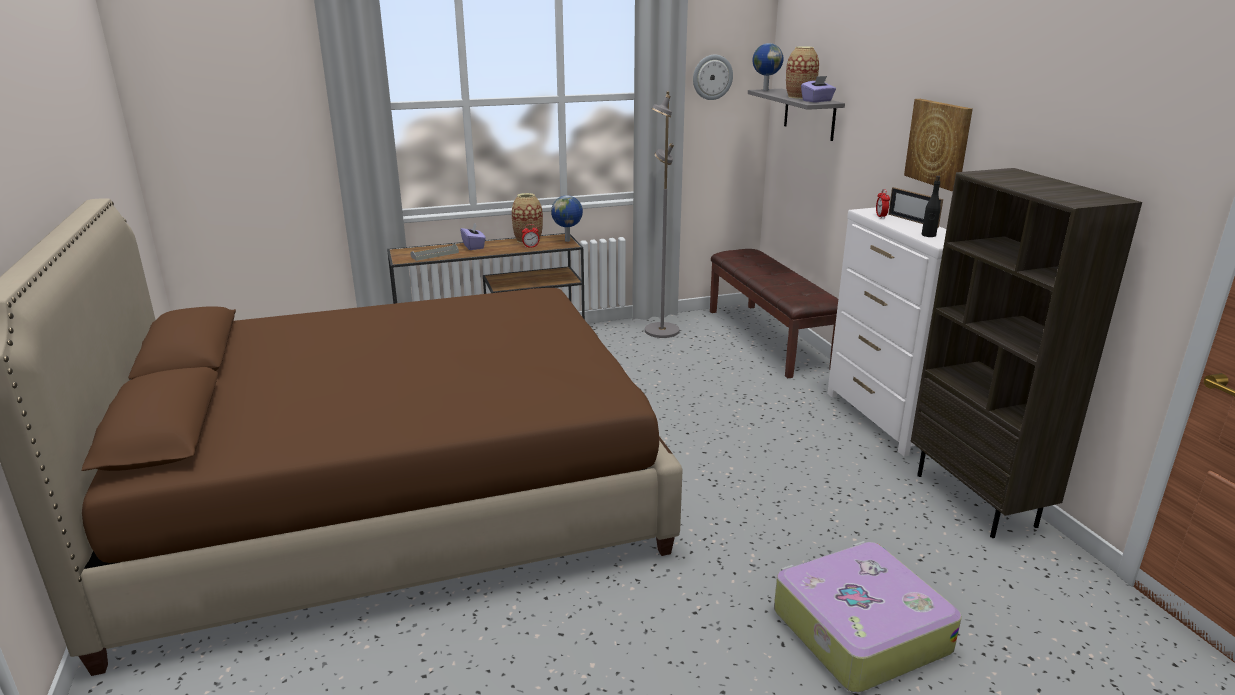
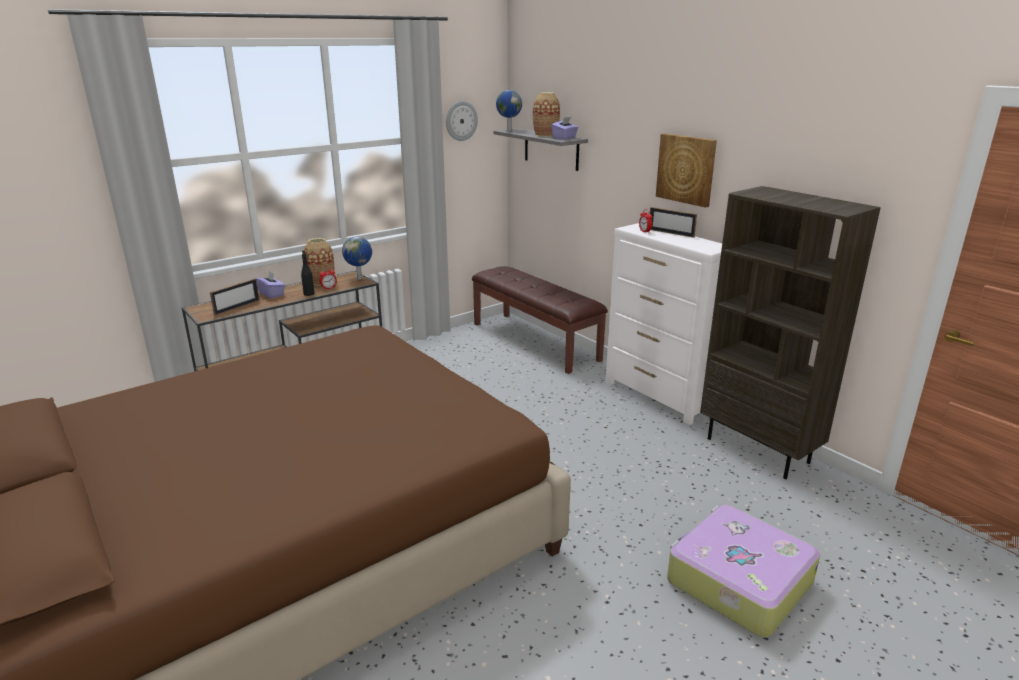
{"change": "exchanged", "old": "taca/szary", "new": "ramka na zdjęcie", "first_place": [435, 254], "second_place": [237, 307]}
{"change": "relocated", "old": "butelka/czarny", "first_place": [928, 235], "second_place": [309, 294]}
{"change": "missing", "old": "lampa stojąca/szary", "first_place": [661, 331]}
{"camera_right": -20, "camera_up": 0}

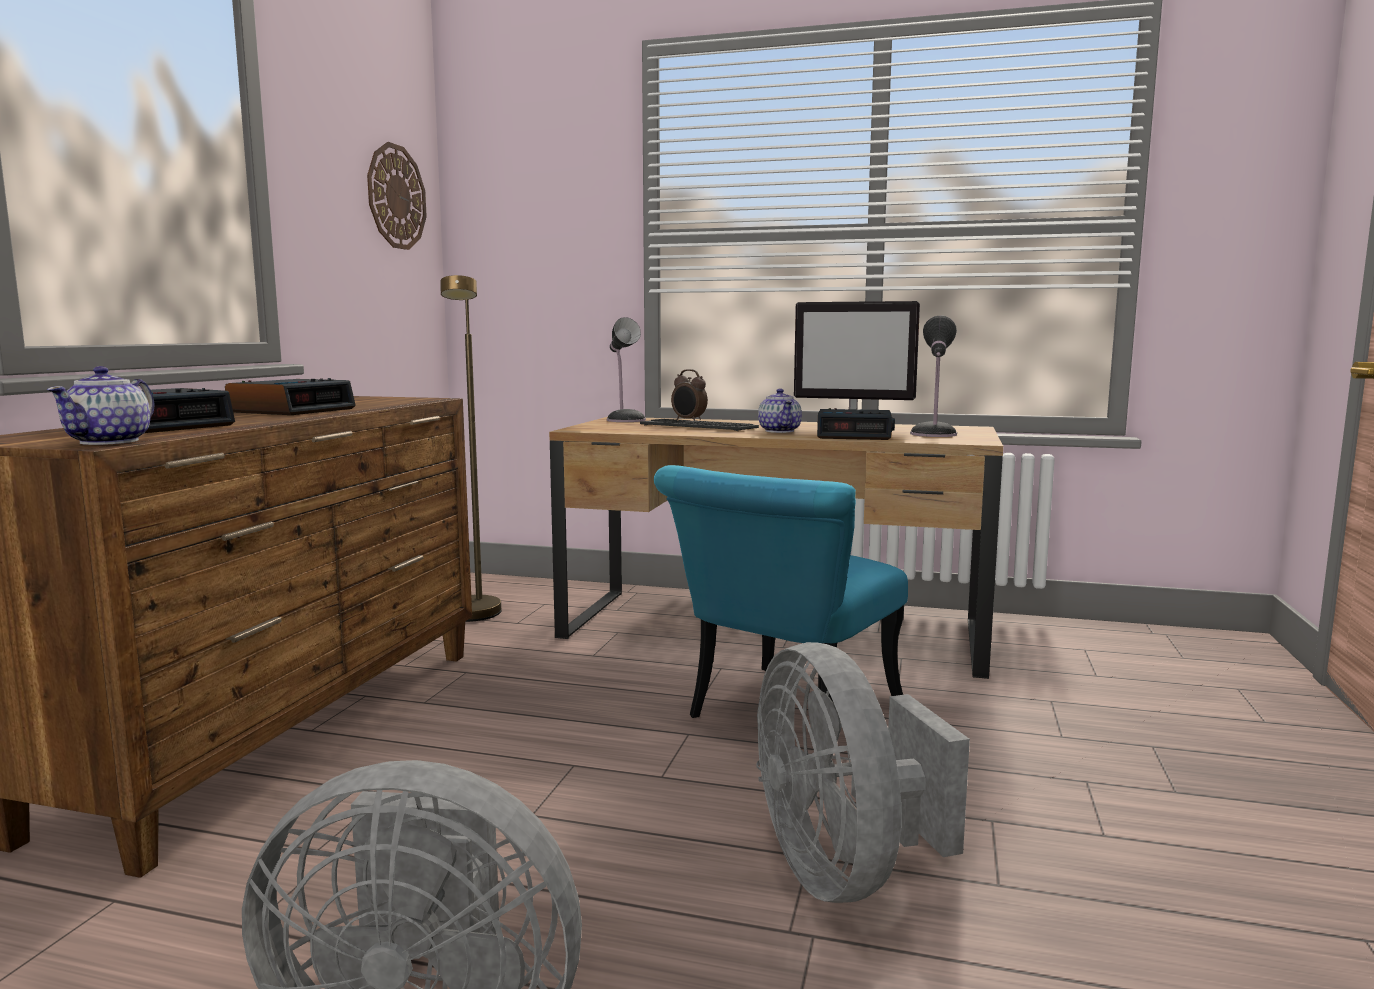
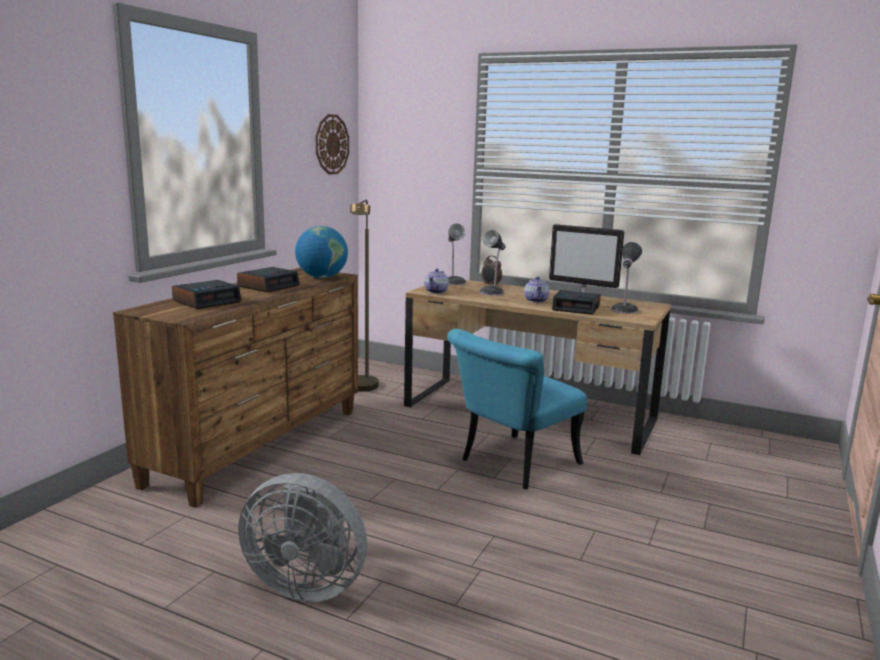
{"change": "appeared", "new": "globus", "second_place": [321, 277]}
{"change": "relocated", "old": "imbryk", "first_place": [110, 441], "second_place": [436, 292]}
{"change": "exchanged", "old": "klawiatura", "new": "lampa stołowa", "first_place": [699, 426], "second_place": [492, 292]}
{"change": "missing", "old": "wentylator/szary", "first_place": [843, 871]}
{"camera_right": 10, "camera_up": 5}

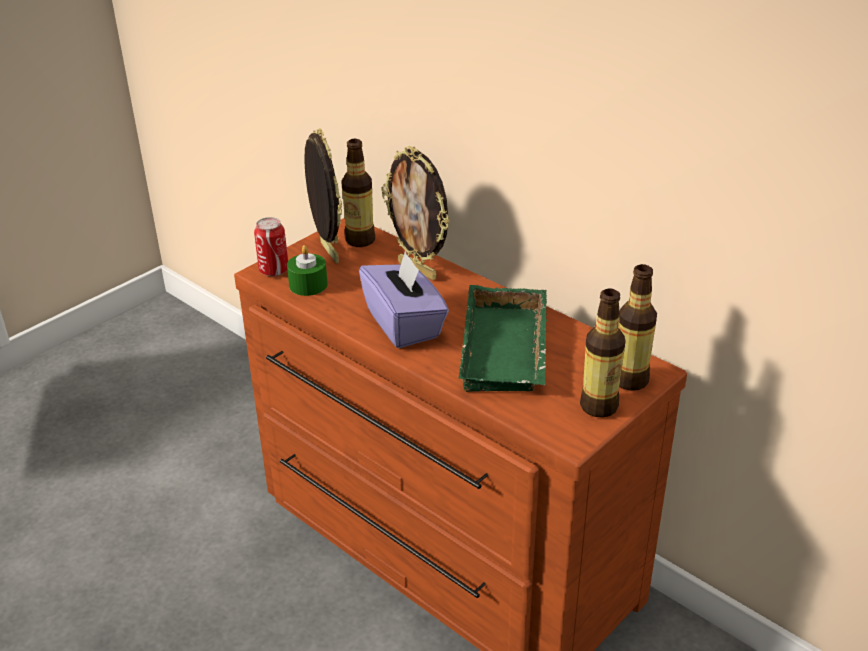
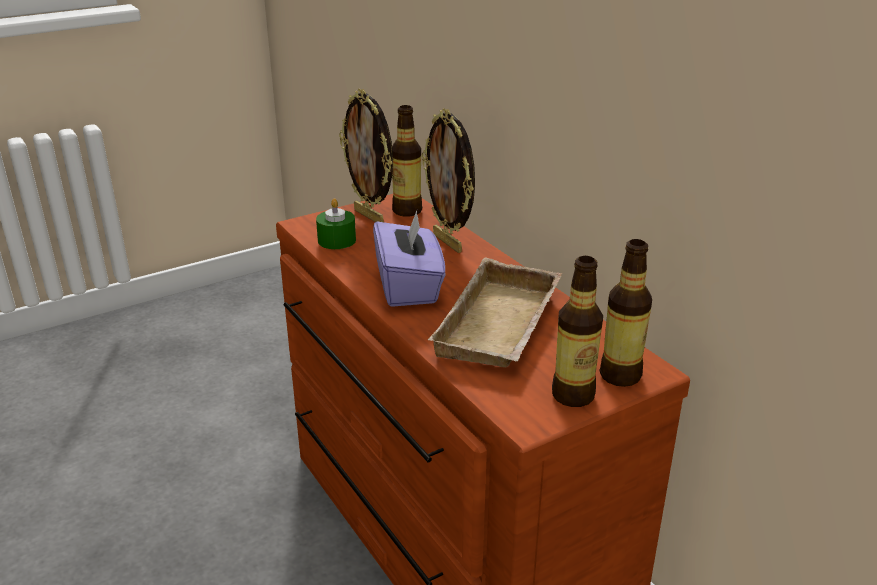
{"change": "spun", "old": "ramka na zdjęcie", "first_place": [327, 252], "second_place": [370, 216], "degrees": 150}
{"change": "colour", "old": "taca/zielony", "new": "taca/beżowy", "first_place": [508, 350], "second_place": [502, 326]}
{"change": "missing", "old": "puszka", "first_place": [274, 270]}
{"camera_right": 15, "camera_up": -5}

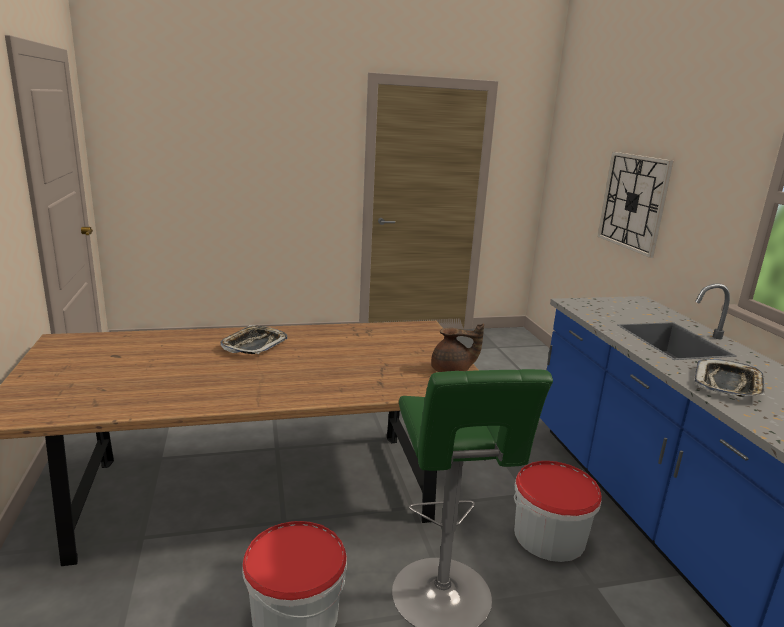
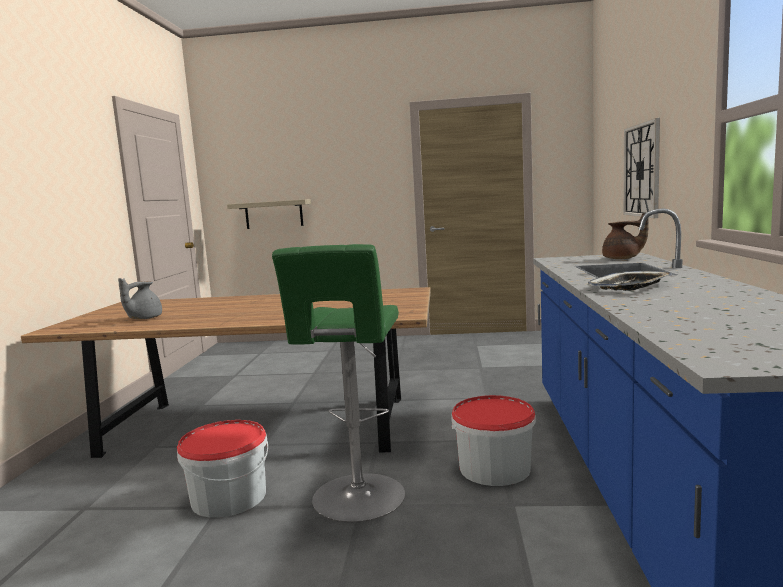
{"change": "appeared", "new": "imbryk/szary", "second_place": [143, 318]}
{"change": "appeared", "new": "półka", "second_place": [274, 214]}
{"change": "relocated", "old": "imbryk/brązowy", "first_place": [452, 371], "second_place": [622, 259]}
{"change": "missing", "old": "taca", "first_place": [254, 345]}
{"camera_right": 20, "camera_up": -10}

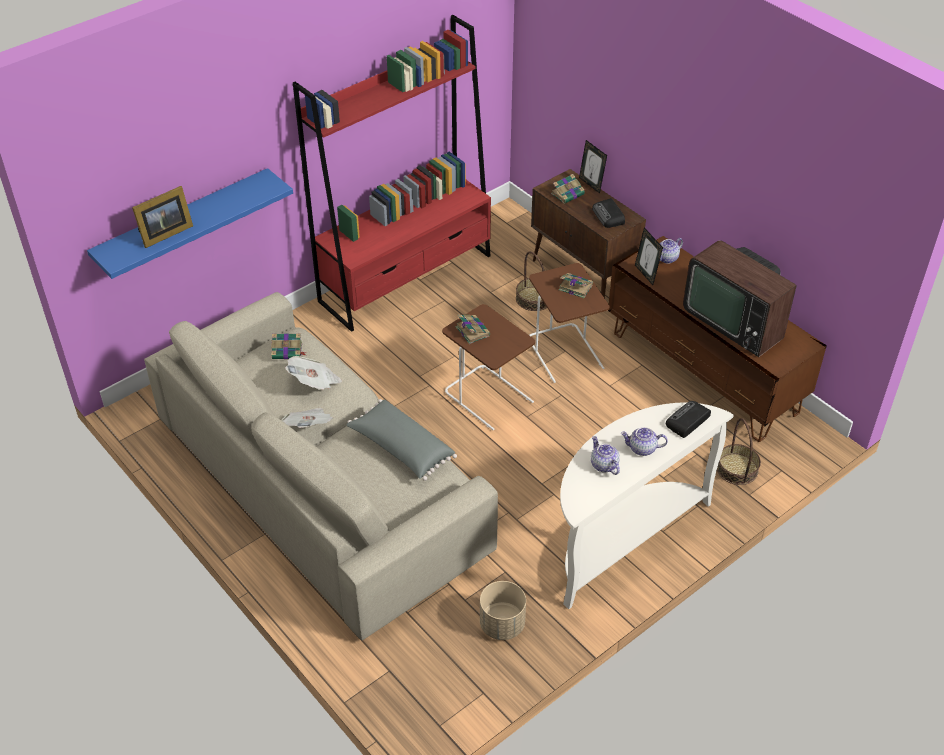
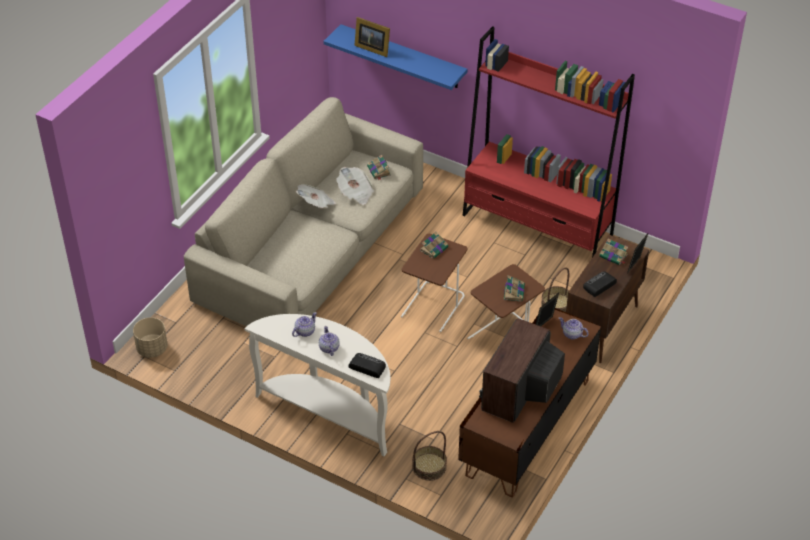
{"change": "relocated", "old": "donica/beżowy", "first_place": [501, 625], "second_place": [152, 348]}
{"change": "missing", "old": "poduszka/szary", "first_place": [401, 448]}
{"camera_right": 70, "camera_up": 0}

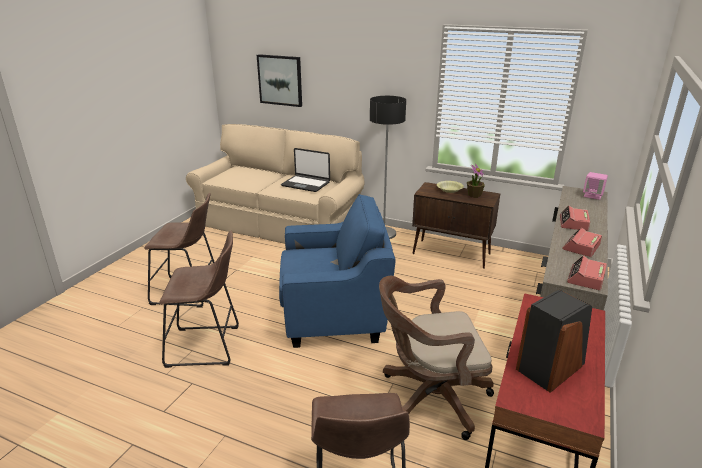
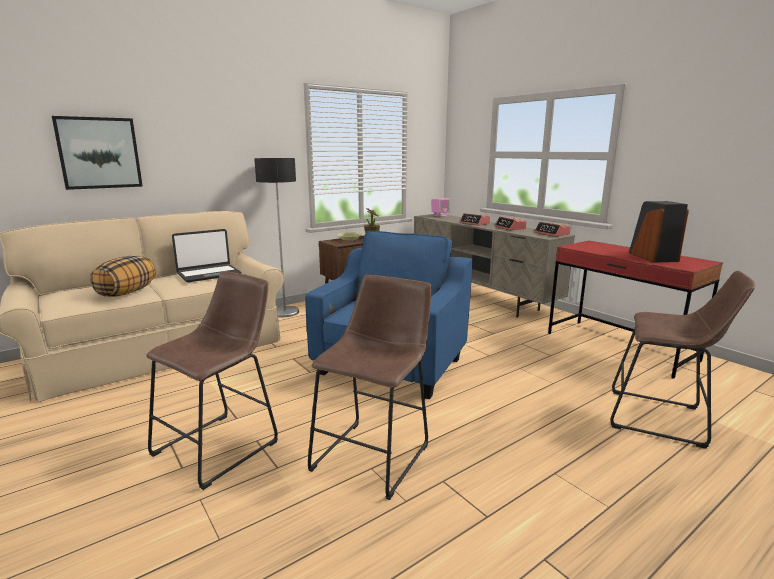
{"change": "appeared", "new": "poduszka", "second_place": [127, 292]}
{"change": "missing", "old": "krzesło biurowe/brązowy", "first_place": [429, 398]}
{"camera_right": -60, "camera_up": -10}

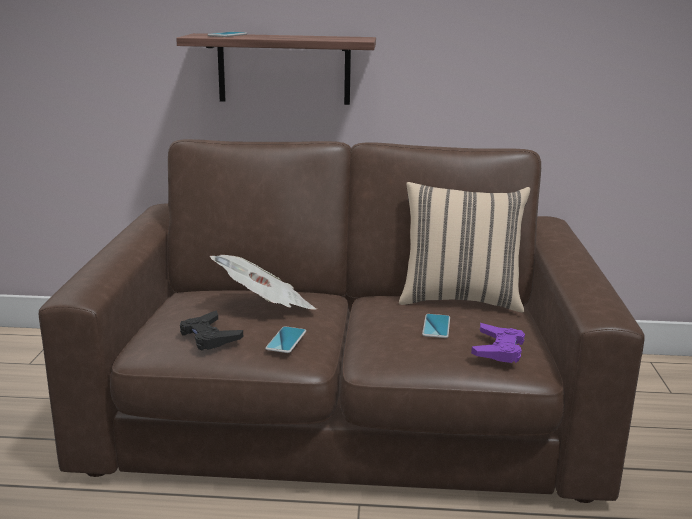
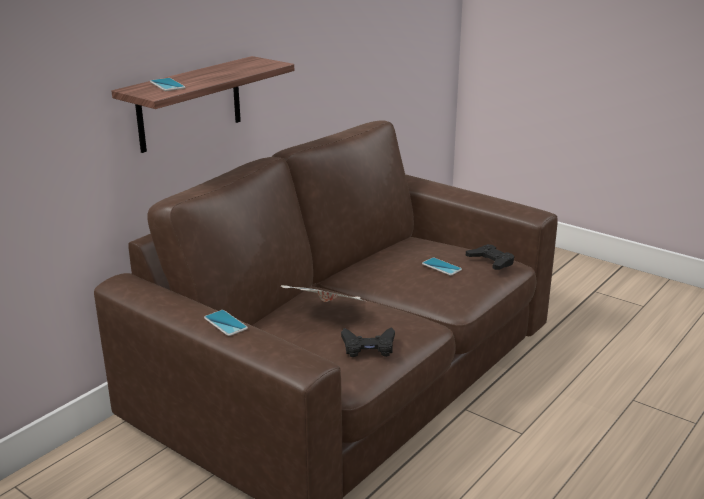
{"change": "relocated", "old": "telefon", "first_place": [286, 340], "second_place": [225, 323]}
{"change": "colour", "old": "pad do gier/fioletowy", "new": "pad do gier/czarny", "first_place": [498, 349], "second_place": [491, 261]}
{"change": "missing", "old": "poduszka/beżowy", "first_place": [460, 299]}
{"camera_right": -55, "camera_up": 5}

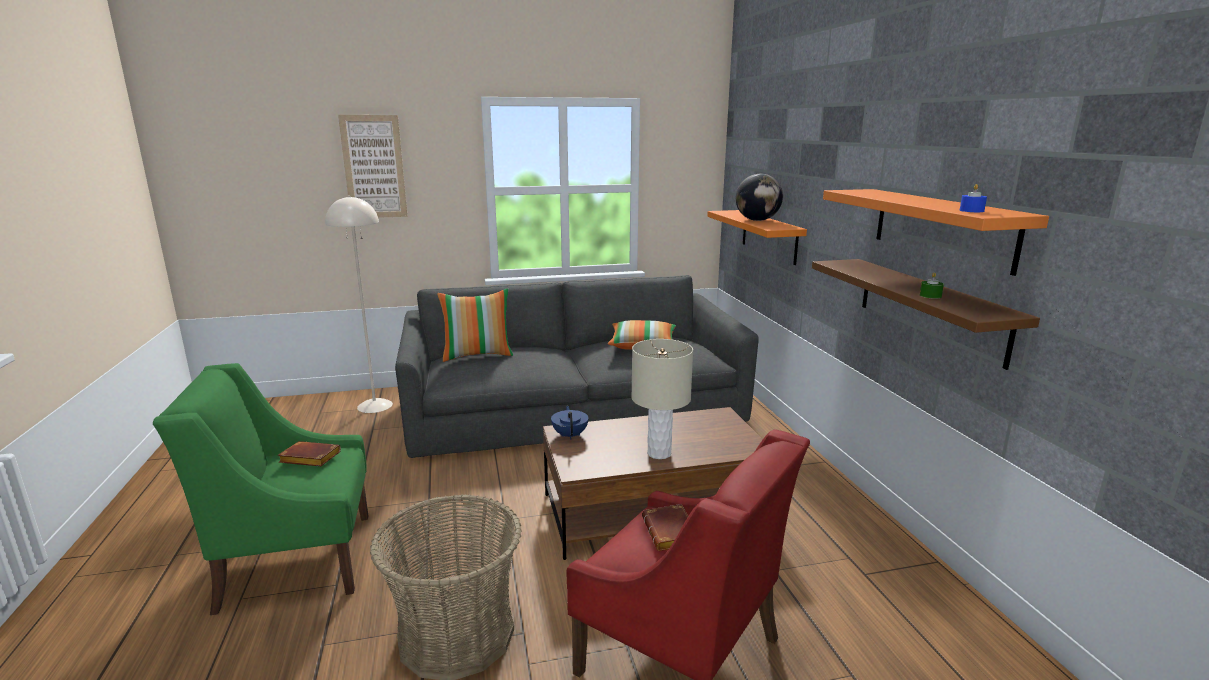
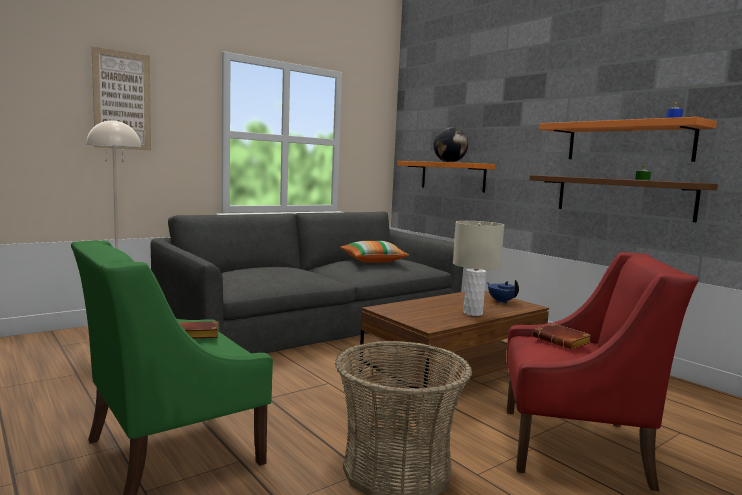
{"change": "relocated", "old": "imbryk/niebieski", "first_place": [570, 435], "second_place": [501, 301]}
{"change": "missing", "old": "poduszka", "first_place": [478, 355]}
{"camera_right": -25, "camera_up": -10}

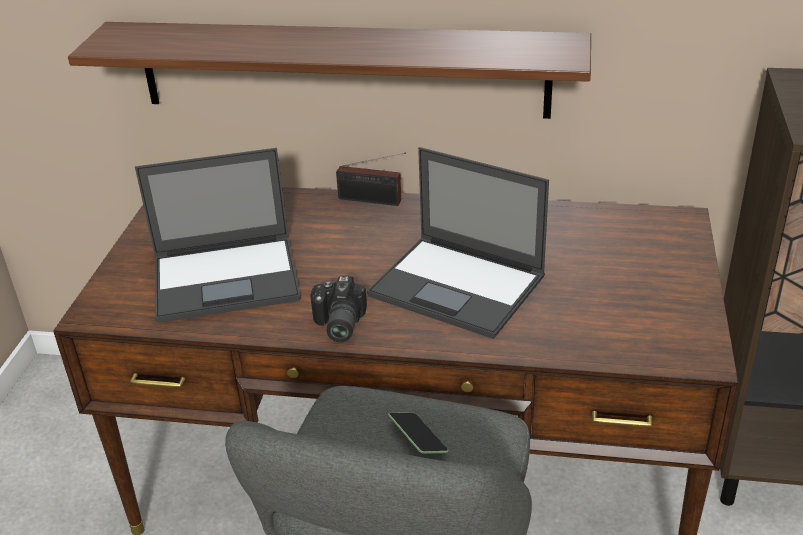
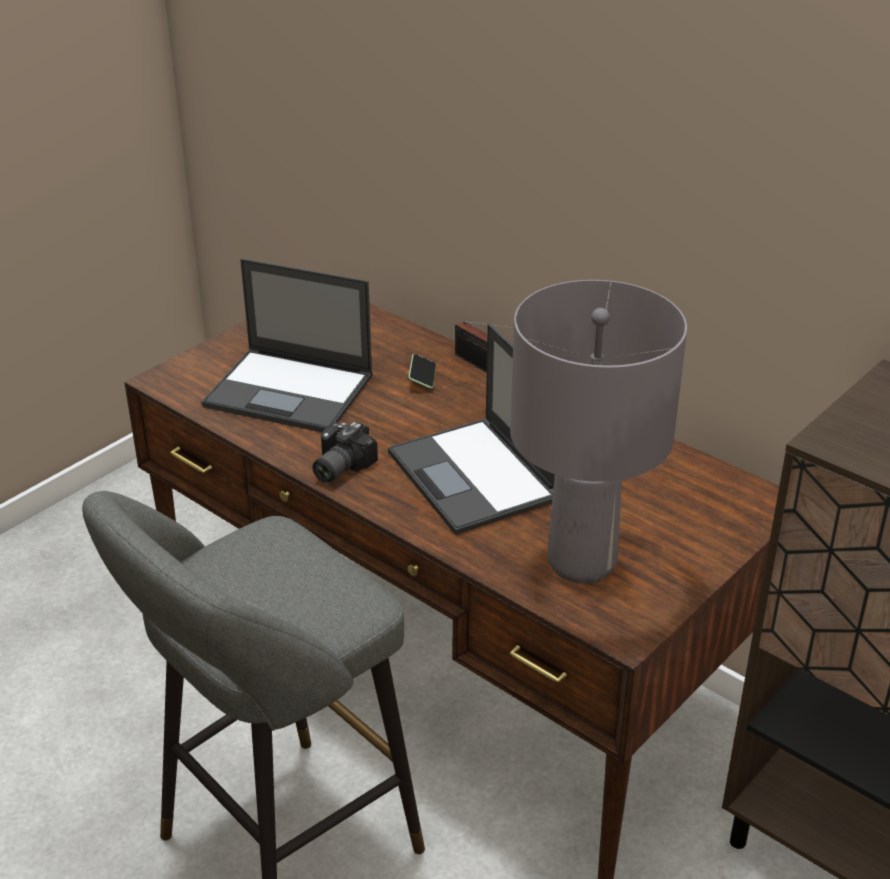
{"change": "relocated", "old": "telefon", "first_place": [418, 440], "second_place": [422, 378]}
{"change": "appeared", "new": "lampa stołowa/szary", "second_place": [580, 562]}
{"change": "missing", "old": "półka", "first_place": [342, 69]}
{"camera_right": 30, "camera_up": 0}

